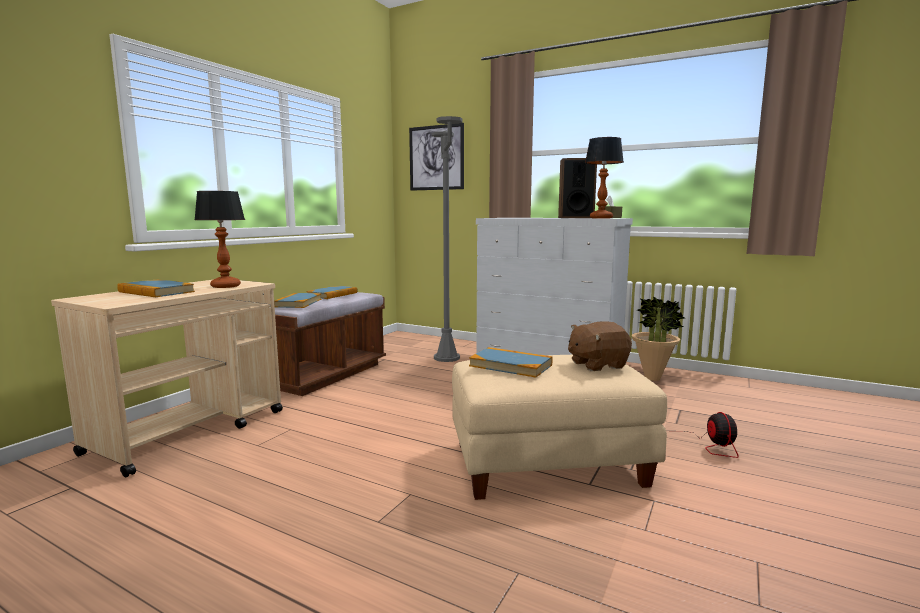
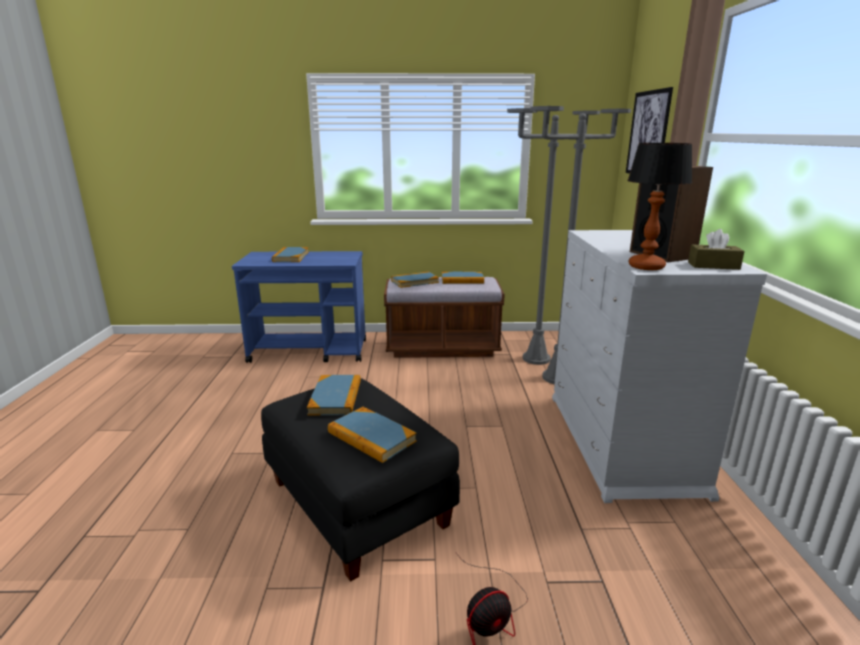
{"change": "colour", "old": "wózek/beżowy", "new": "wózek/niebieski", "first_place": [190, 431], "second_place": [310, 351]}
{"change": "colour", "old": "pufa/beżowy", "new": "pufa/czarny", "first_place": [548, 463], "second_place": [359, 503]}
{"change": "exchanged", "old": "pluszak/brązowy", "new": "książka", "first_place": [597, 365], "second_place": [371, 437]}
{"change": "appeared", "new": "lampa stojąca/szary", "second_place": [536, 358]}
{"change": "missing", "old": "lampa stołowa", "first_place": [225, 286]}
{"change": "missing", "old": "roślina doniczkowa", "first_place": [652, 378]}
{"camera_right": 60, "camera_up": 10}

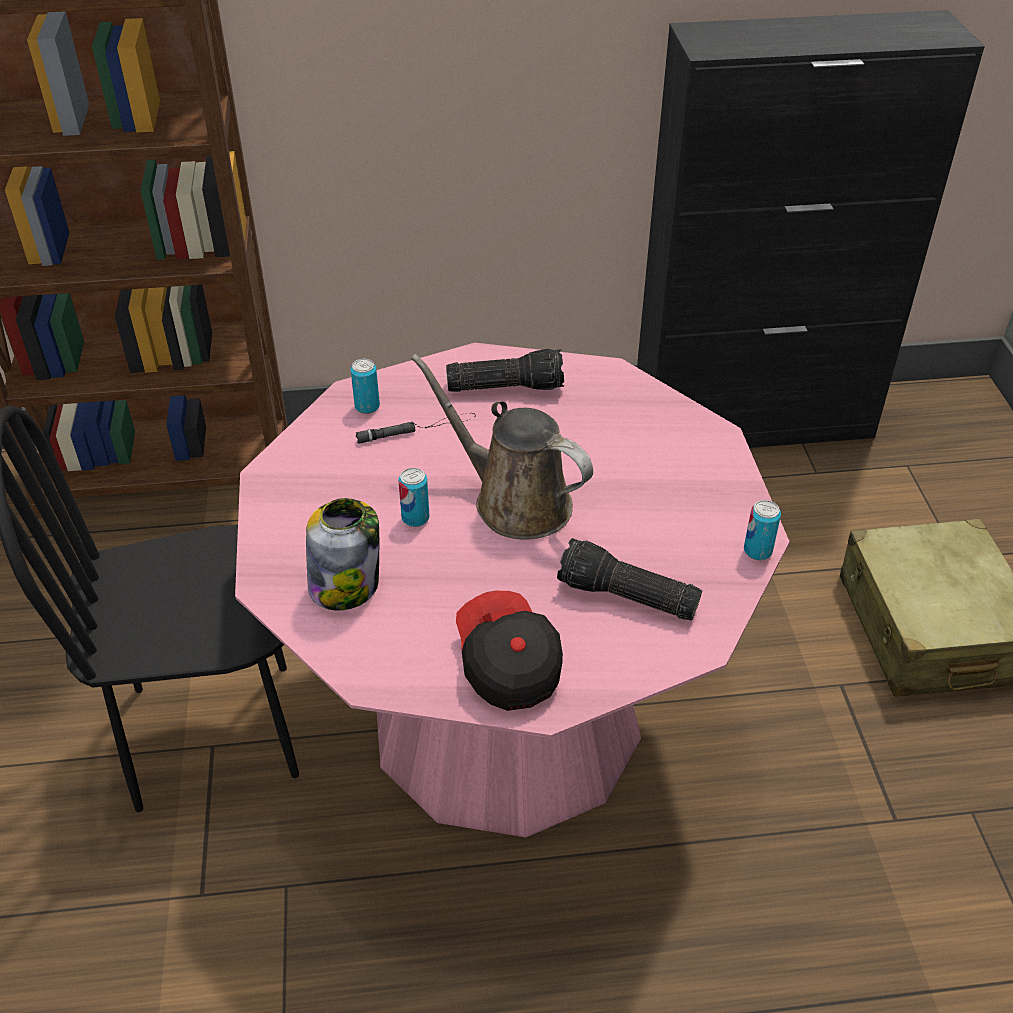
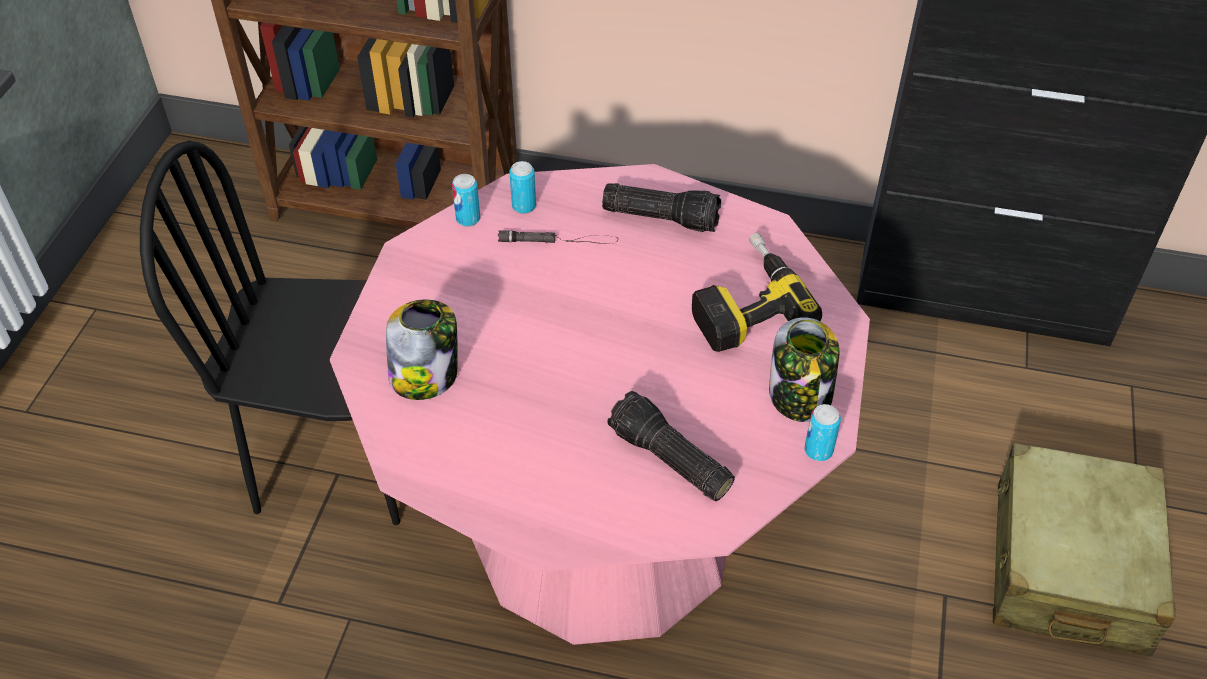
{"change": "relocated", "old": "puszka", "first_place": [415, 518], "second_place": [468, 219]}
{"change": "appeared", "new": "wiertarka", "second_place": [743, 302]}
{"change": "appeared", "new": "słoik", "second_place": [800, 396]}
{"change": "missing", "old": "konewka/brązowy", "first_place": [514, 501]}
{"change": "missing", "old": "czapka z daszkiem", "first_place": [507, 663]}
{"camera_right": 20, "camera_up": 5}

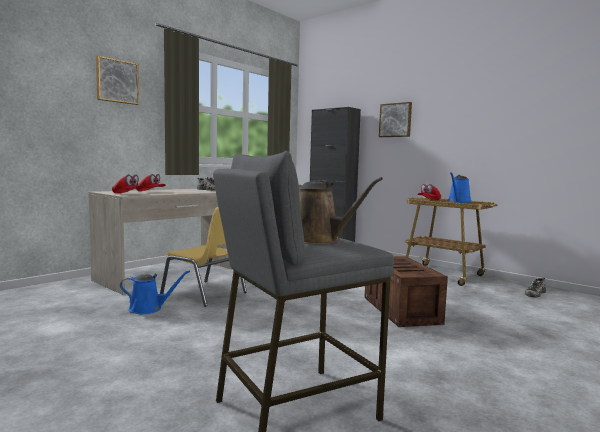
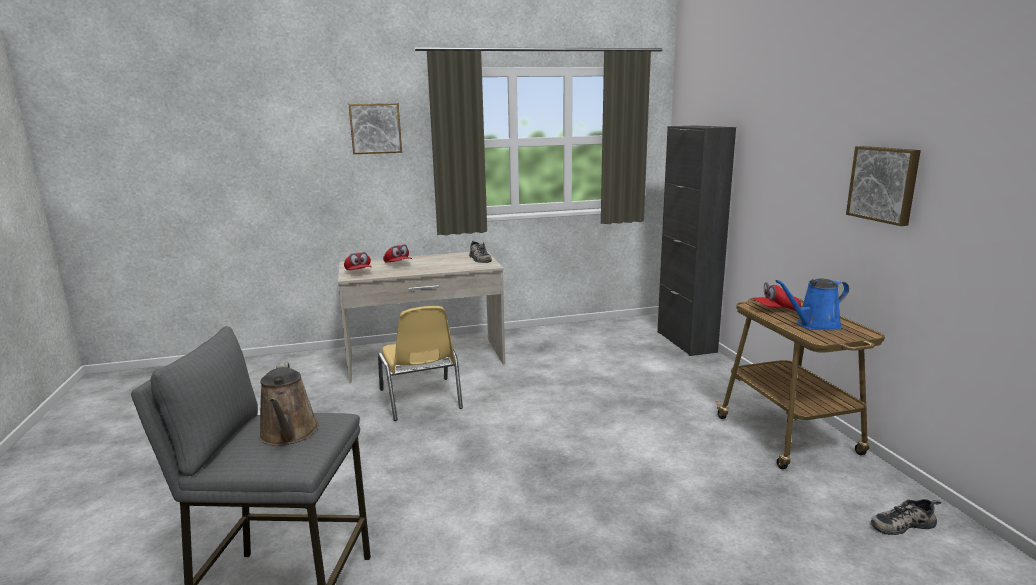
{"change": "relocated", "old": "obraz", "first_place": [395, 120], "second_place": [884, 184]}
{"change": "missing", "old": "konewka/niebieski", "first_place": [149, 309]}
{"change": "missing", "old": "skrzynka", "first_place": [401, 310]}
{"camera_right": 35, "camera_up": 10}

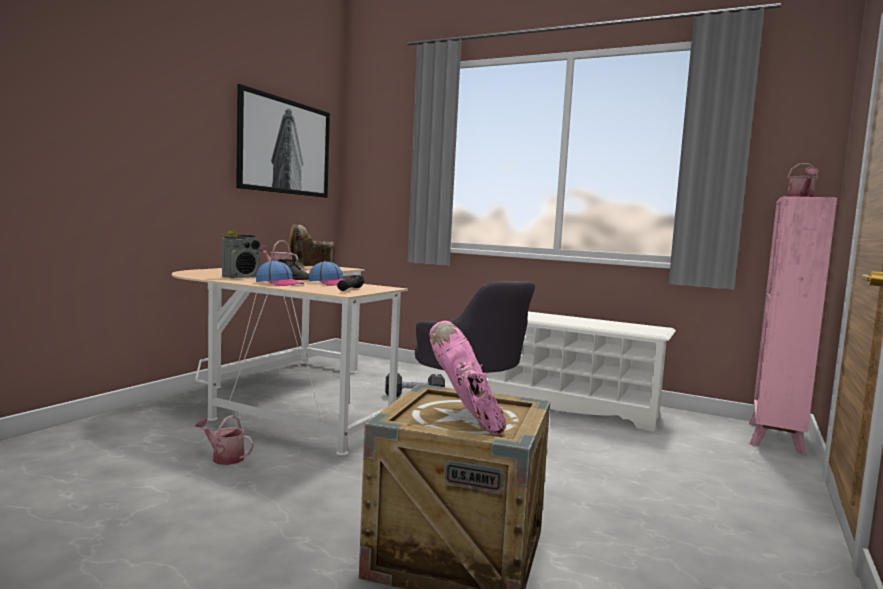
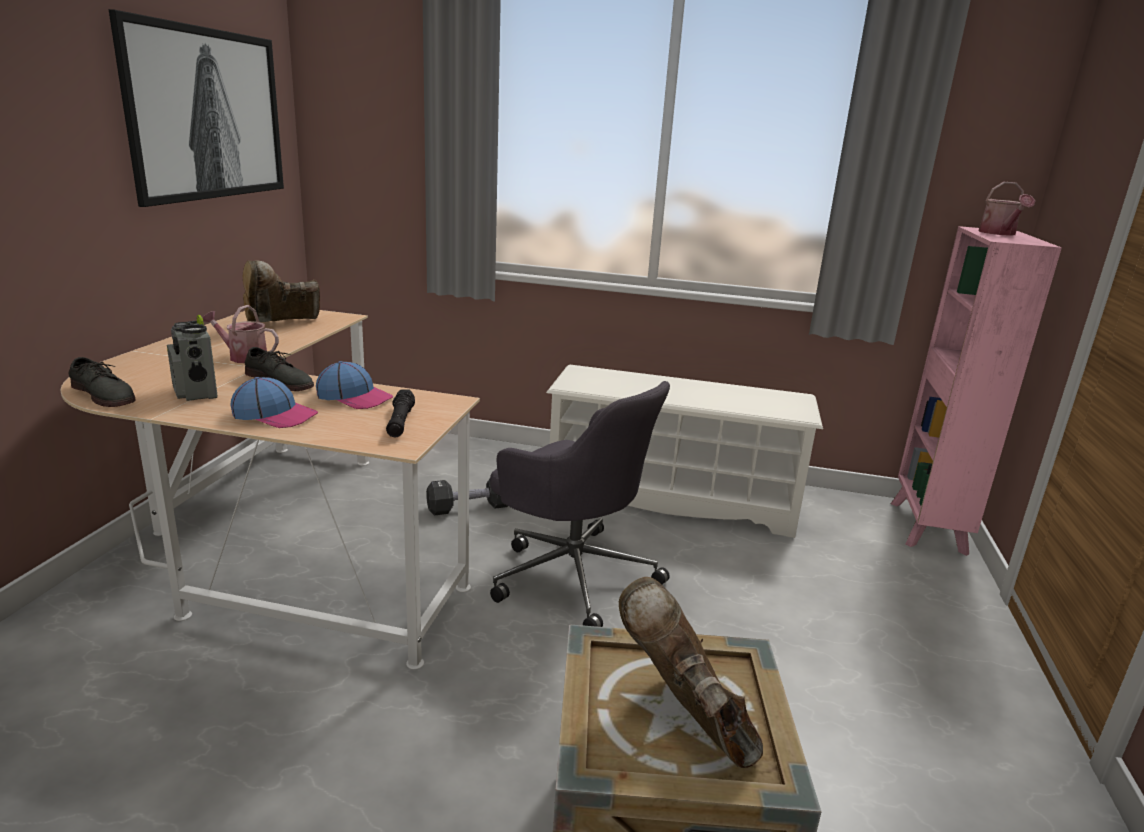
{"change": "appeared", "new": "but/szary", "second_place": [104, 395]}
{"change": "spun", "old": "radio", "first_place": [241, 277], "second_place": [195, 393], "degrees": 120}
{"change": "colour", "old": "but z cholewką/różowy", "new": "but z cholewką/brązowy", "first_place": [468, 418], "second_place": [685, 719]}
{"change": "missing", "old": "konewka", "first_place": [224, 458]}
{"camera_right": -15, "camera_up": 15}

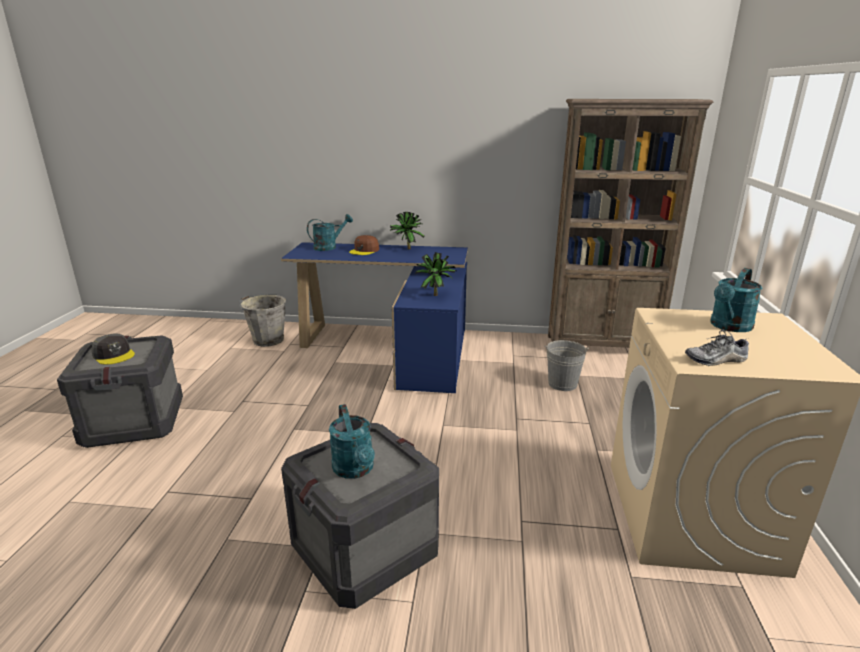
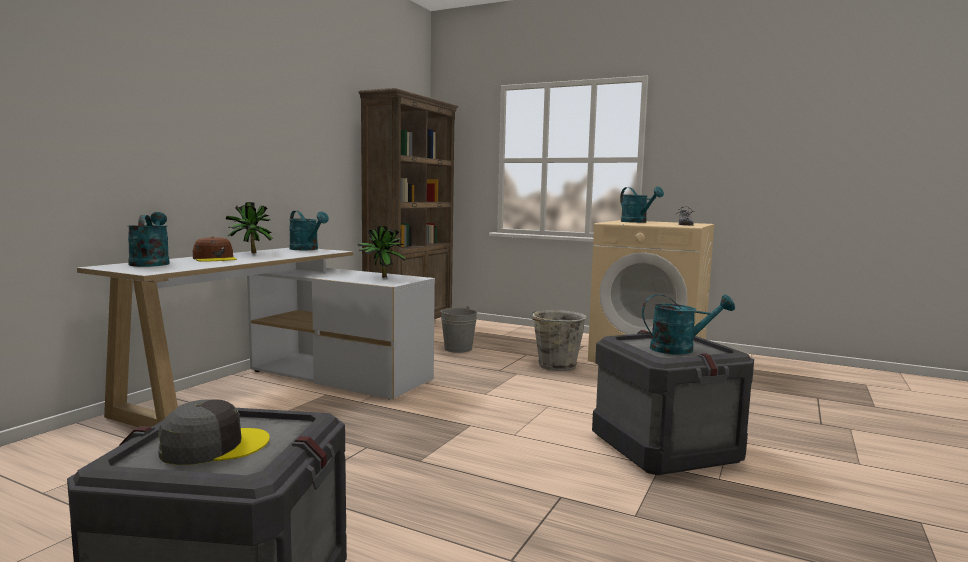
{"change": "colour", "old": "biurko/niebieski", "new": "biurko/biały", "first_place": [394, 348], "second_place": [280, 387]}
{"change": "appeared", "new": "konewka/turkusowy", "second_place": [307, 249]}
{"change": "relocated", "old": "wiadro/szary", "first_place": [267, 340], "second_place": [556, 366]}
{"camera_right": -70, "camera_up": -15}

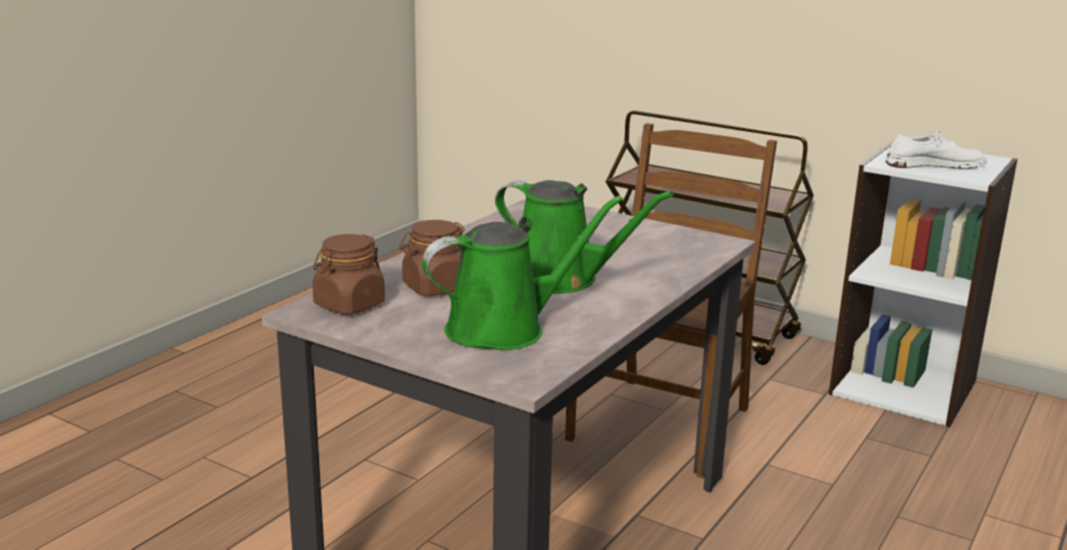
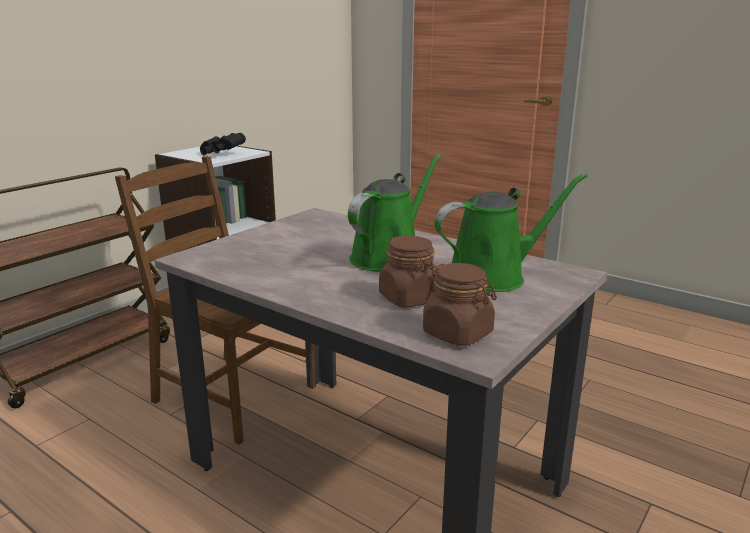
{"change": "exchanged", "old": "but/biały", "new": "lornetka/czarny", "first_place": [934, 164], "second_place": [220, 154]}
{"change": "spun", "old": "konewka/zielony", "first_place": [504, 328], "second_place": [493, 276], "degrees": 90}
{"camera_right": -85, "camera_up": 0}

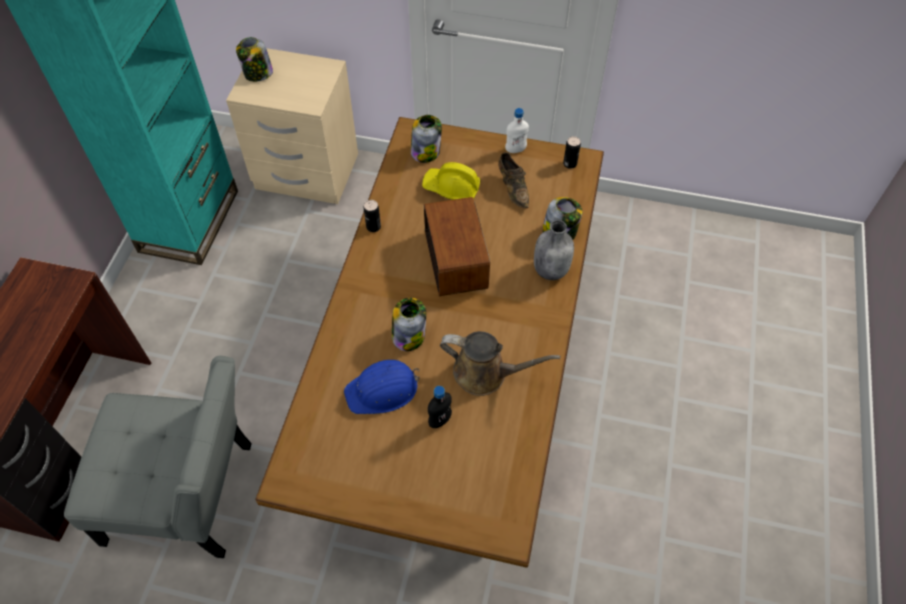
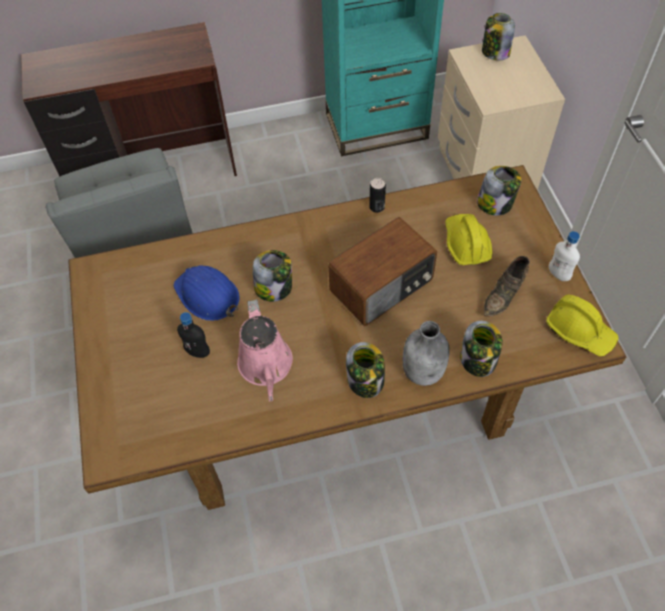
{"change": "colour", "old": "konewka/brązowy", "new": "konewka/różowy", "first_place": [485, 373], "second_place": [266, 367]}
{"change": "appeared", "new": "słoik", "second_place": [366, 381]}
{"change": "exchanged", "old": "puszka", "new": "kask/żółty", "first_place": [570, 164], "second_place": [580, 331]}
{"camera_right": 65, "camera_up": 0}

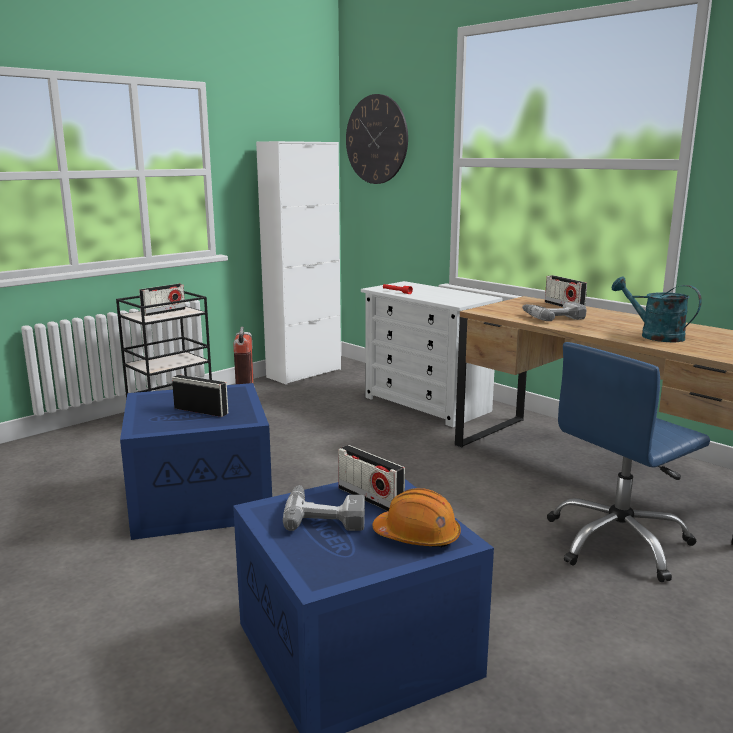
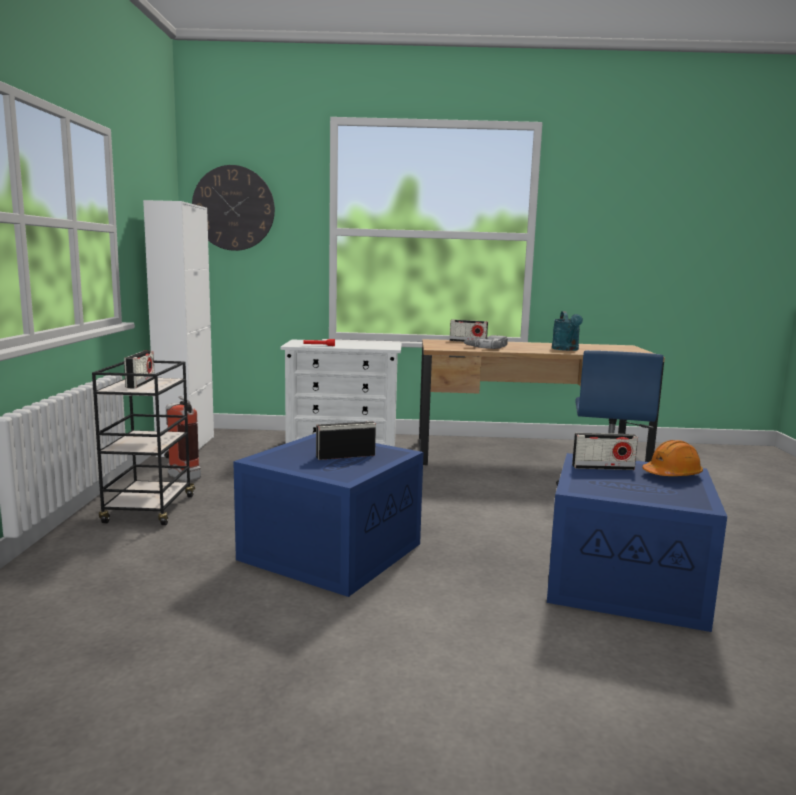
{"change": "spun", "old": "konewka/turkusowy", "first_place": [654, 335], "second_place": [566, 349], "degrees": -90}
{"change": "missing", "old": "wiertarka", "first_place": [325, 515]}
{"camera_right": -45, "camera_up": -5}

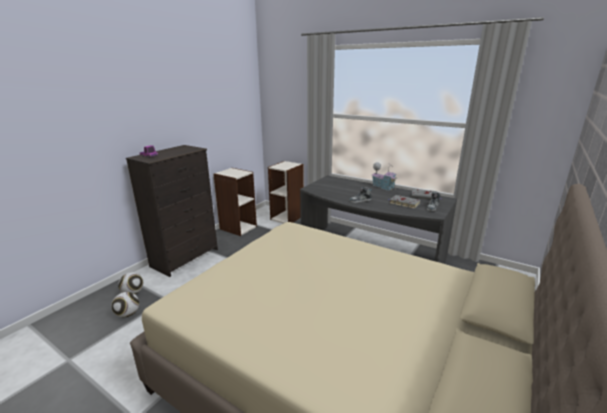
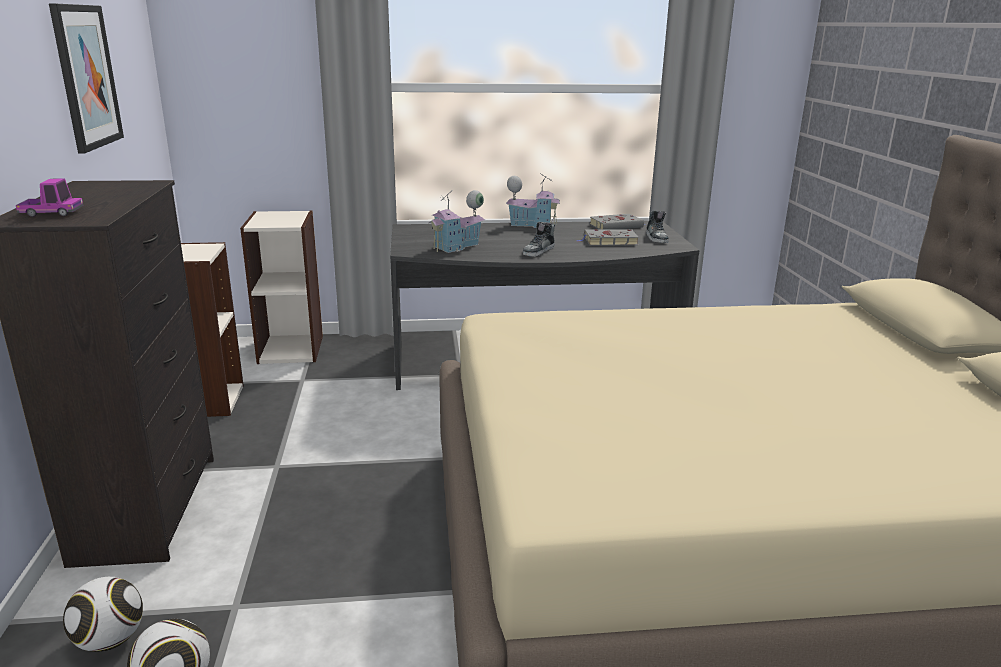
{"change": "appeared", "new": "obraz", "second_place": [86, 77]}
{"change": "appeared", "new": "domek", "second_place": [458, 247]}
{"camera_right": -40, "camera_up": 0}

